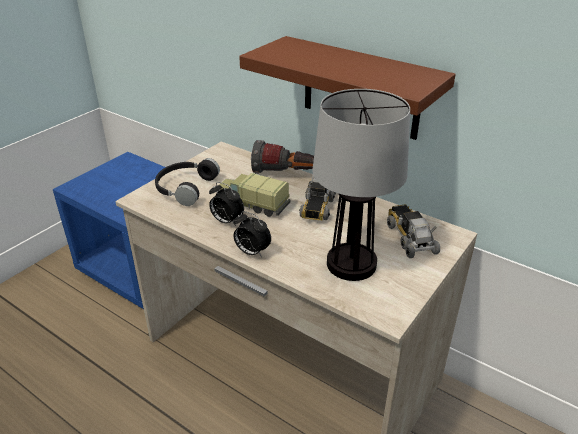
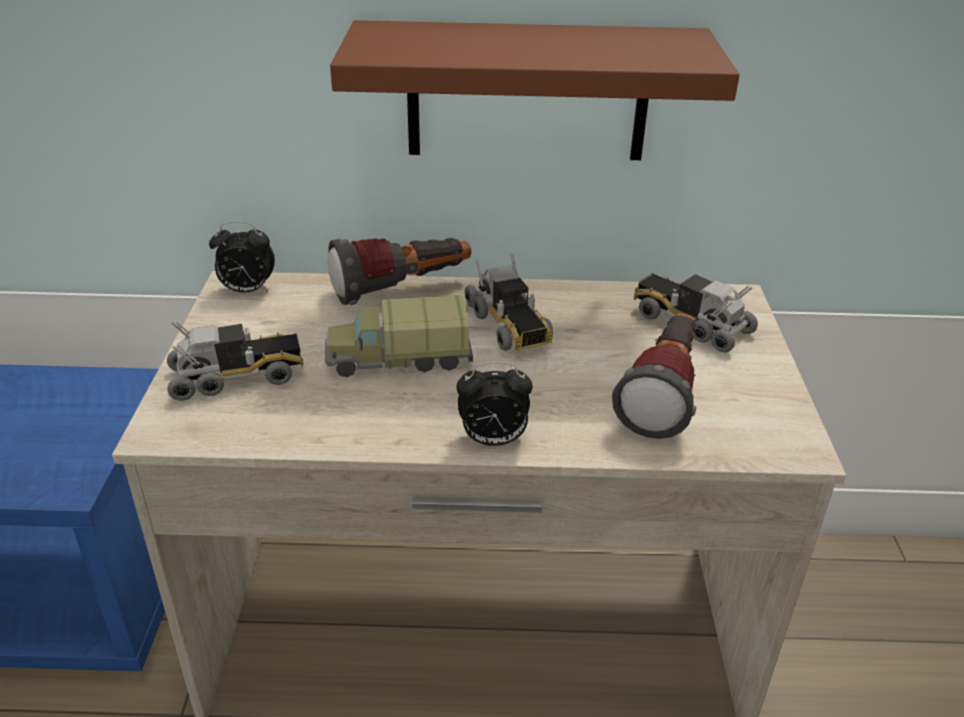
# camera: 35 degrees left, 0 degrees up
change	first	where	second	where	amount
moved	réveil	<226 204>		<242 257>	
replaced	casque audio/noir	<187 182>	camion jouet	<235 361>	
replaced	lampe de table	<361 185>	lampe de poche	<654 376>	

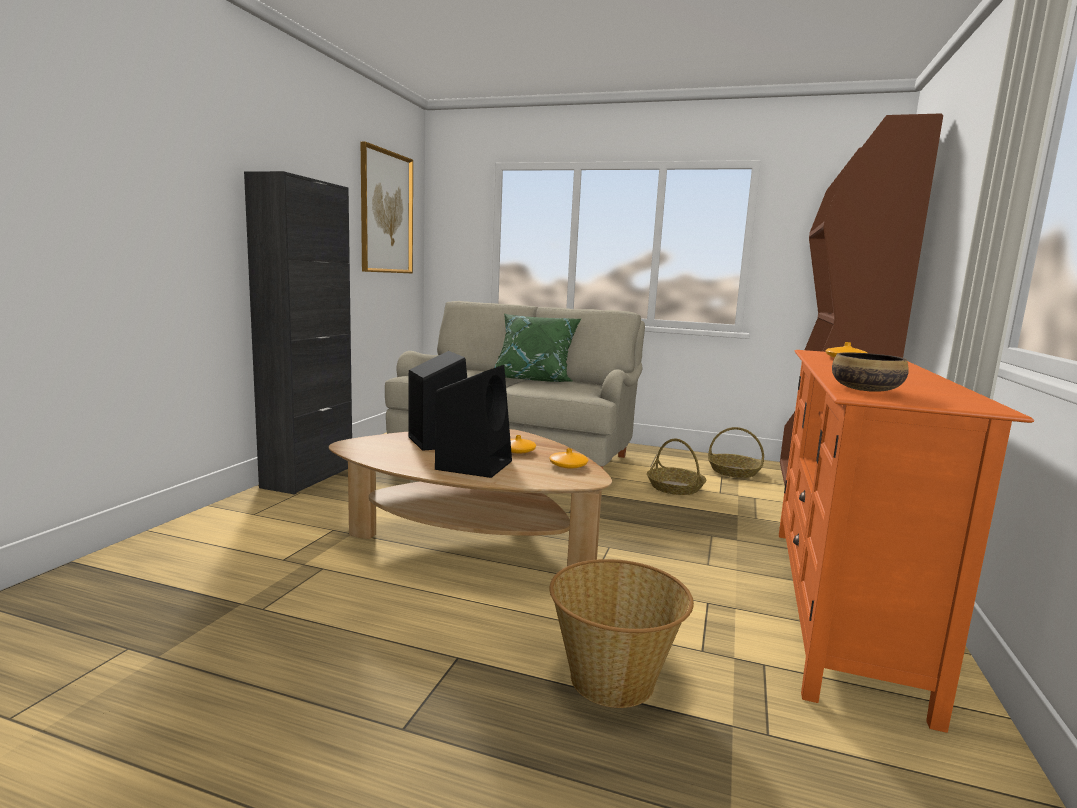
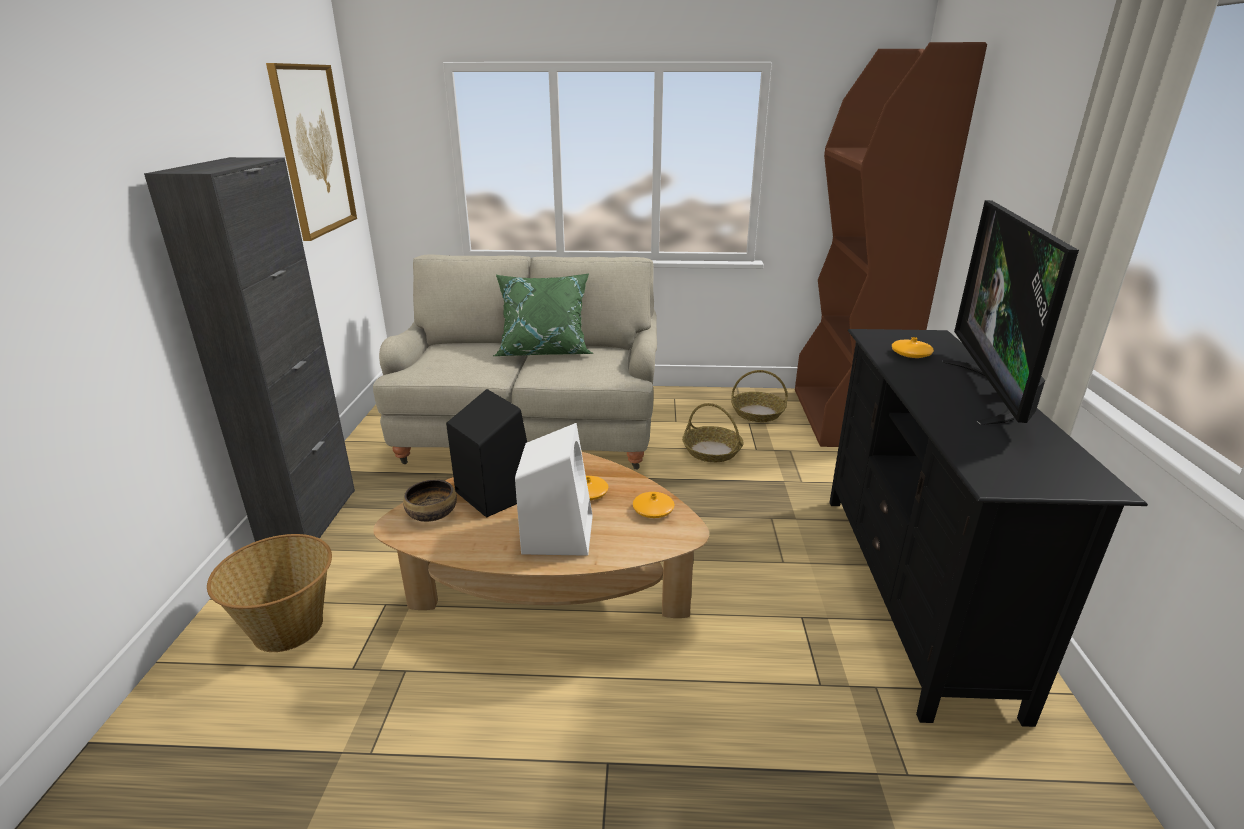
# camera: 15 degrees left, 15 degrees up
change	first	where	second	where	amount
added			téléviseur	<1010 312>	
moved	panier	<621 633>		<269 593>	
moved	bol	<870 372>		<430 501>	
recoloured	enceinte/noir	<473 421>	enceinte/blanc	<554 489>	
recoloured	meuble télé/orange	<906 541>	meuble télé/noir	<988 528>	

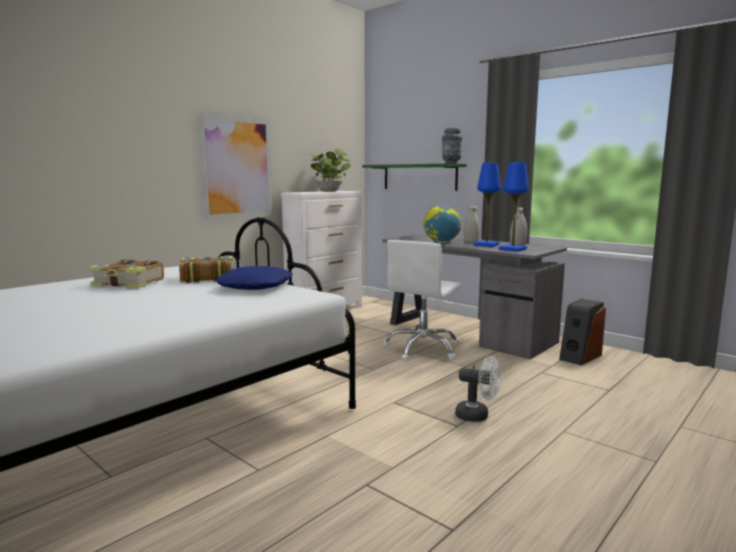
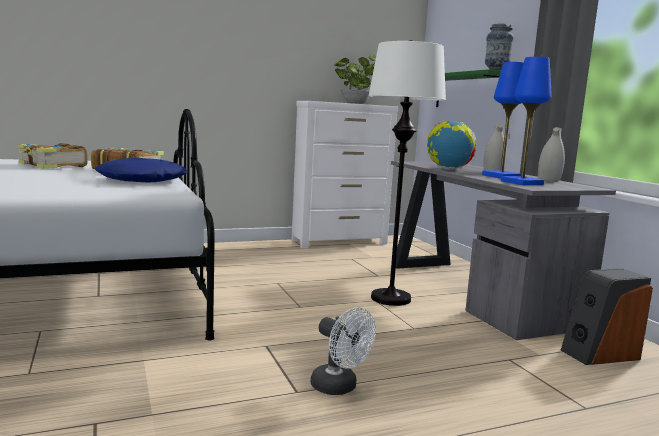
# camera: 25 degrees right, 0 degrees up
change	first	where	second	where	amount
removed	tableau	<235 166>			
replaced	chaise de bureau/blanc	<422 300>	lampadaire/blanc	<407 173>	

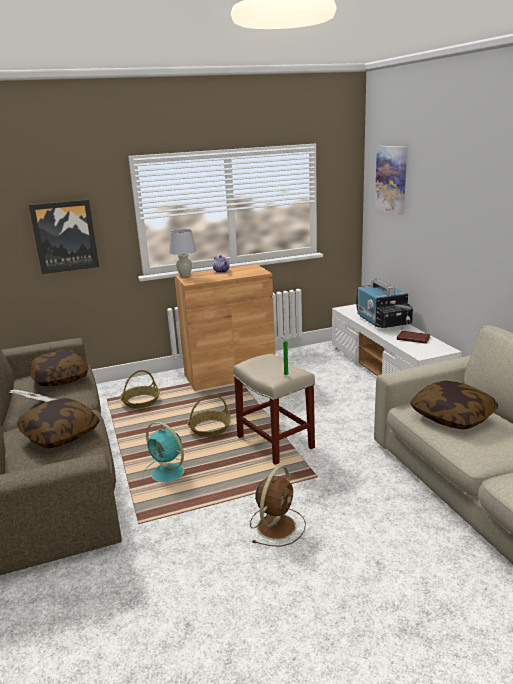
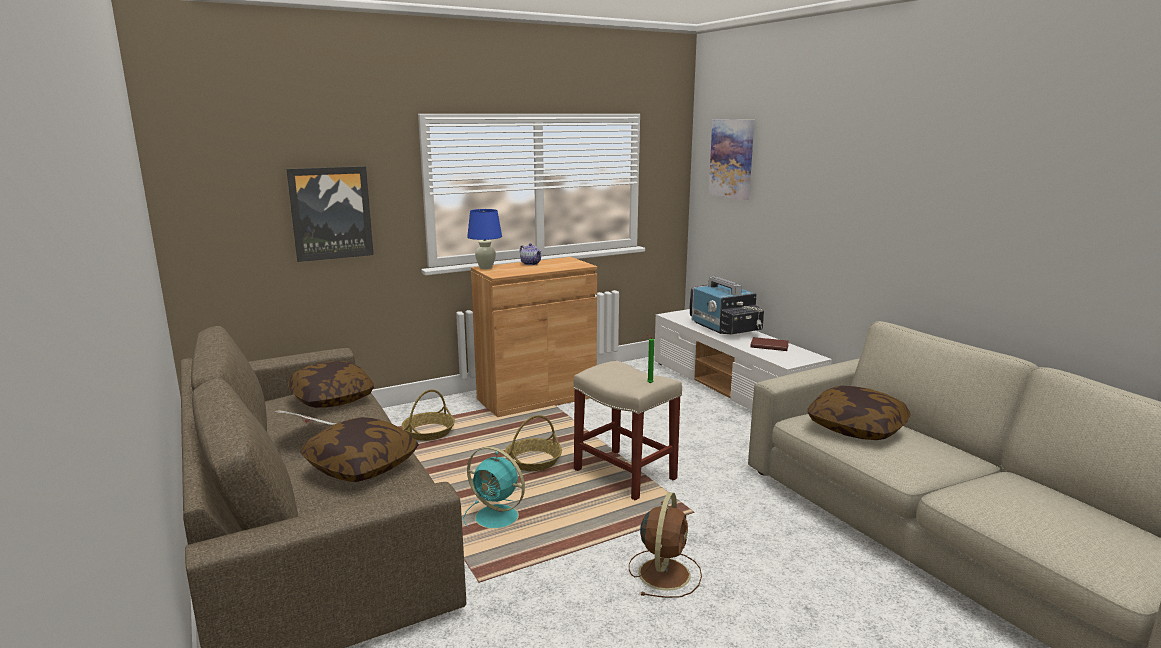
# camera: 10 degrees left, 5 degrees down
change	first	where	second	where	amount
recoloured	lampe de table/blanc	<182 253>	lampe de table/bleu	<484 239>	

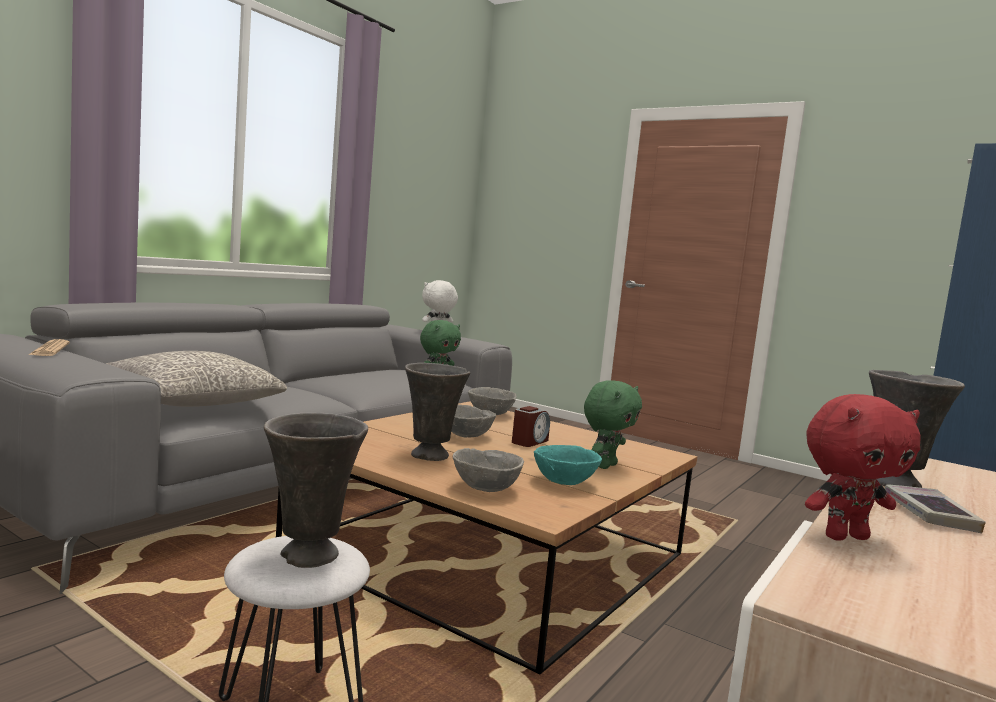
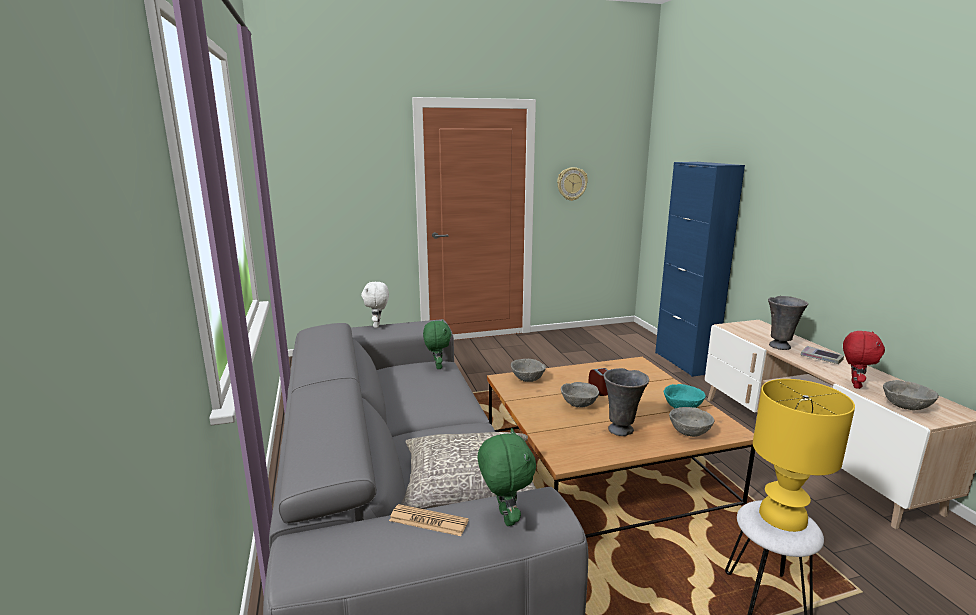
# camera: 50 degrees left, 10 degrees up
change	first	where	second	where	amount
added			horloge murale	<572 184>	
added			bol/gris	<911 395>	
moved	peluche/vert	<613 424>		<507 477>	
replaced	vase/gris	<316 490>	lampe de table/jaune	<804 455>	

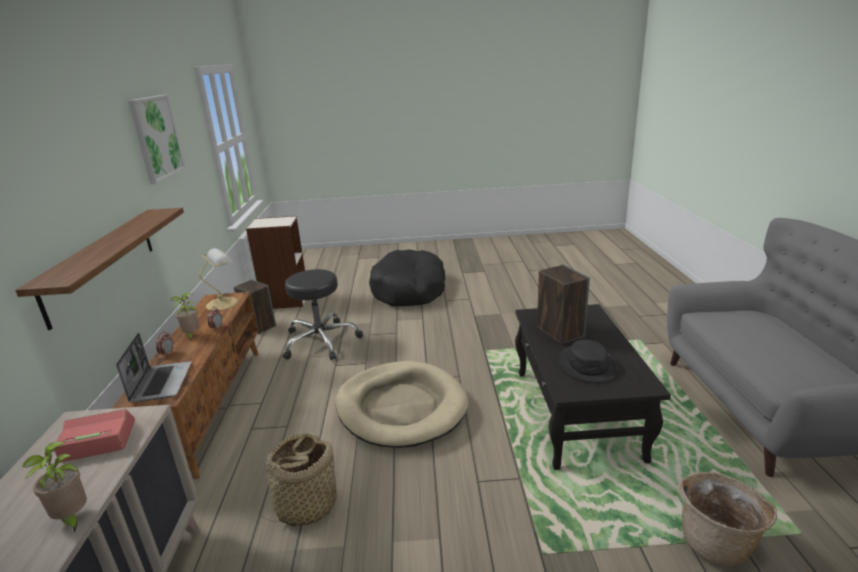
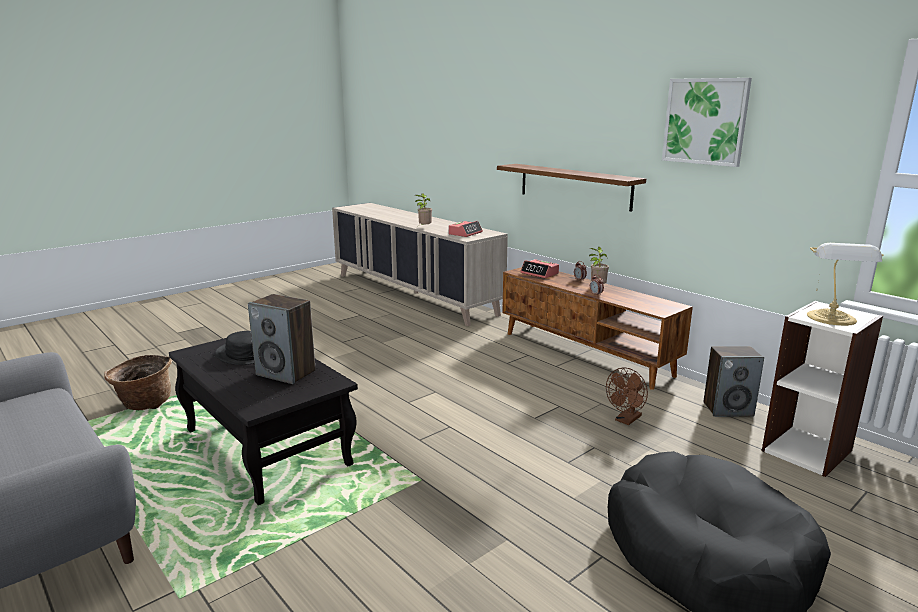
# camera: 140 degrees right, 5 degrees down
change	first	where	second	where	amount
removed	panier	<299 479>			
removed	panier pour chien/beige	<401 404>			
moved	lampe de table	<218 279>		<845 284>	
replaced	ordinateur portable	<154 368>	réveil	<539 268>	
replaced	tabouret/noir	<323 314>	ventilateur/marron	<627 396>	

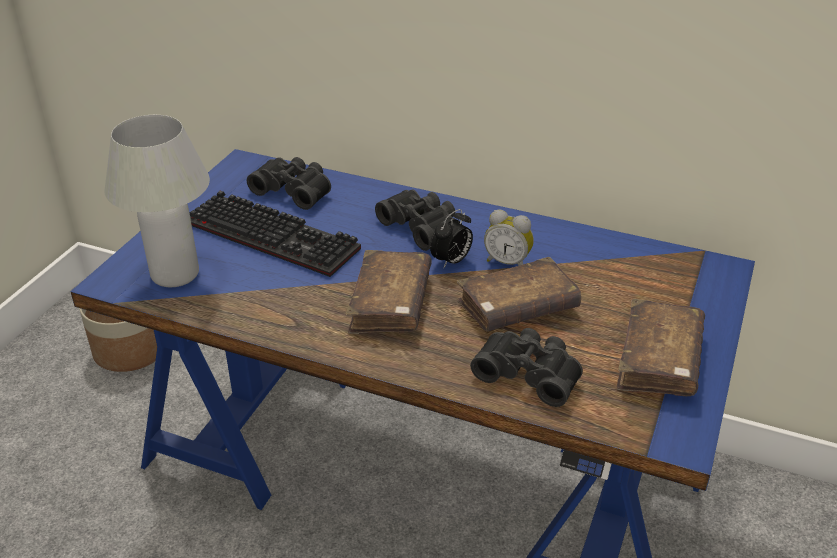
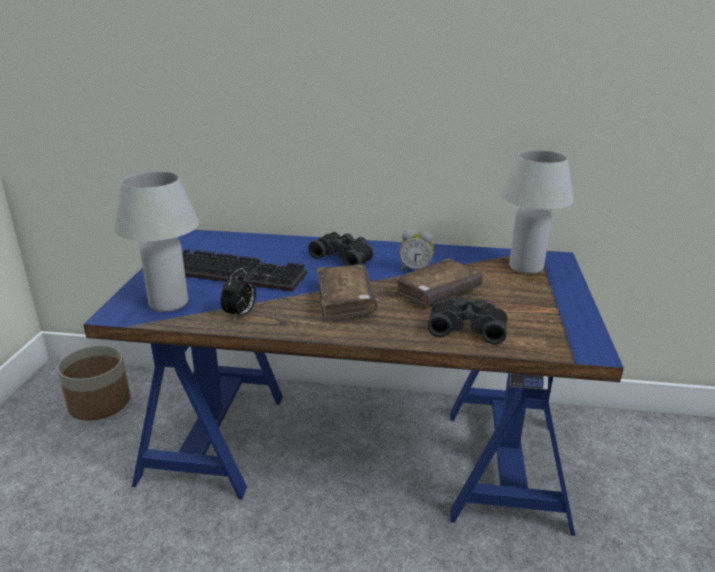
# camera: 15 degrees left, 10 degrees down
change	first	where	second	where	amount
removed	jumelles/noir	<289 183>			
removed	livre/marron	<661 347>			
added			lampe de table/blanc	<537 212>	
moved	réveil	<451 239>		<238 294>	

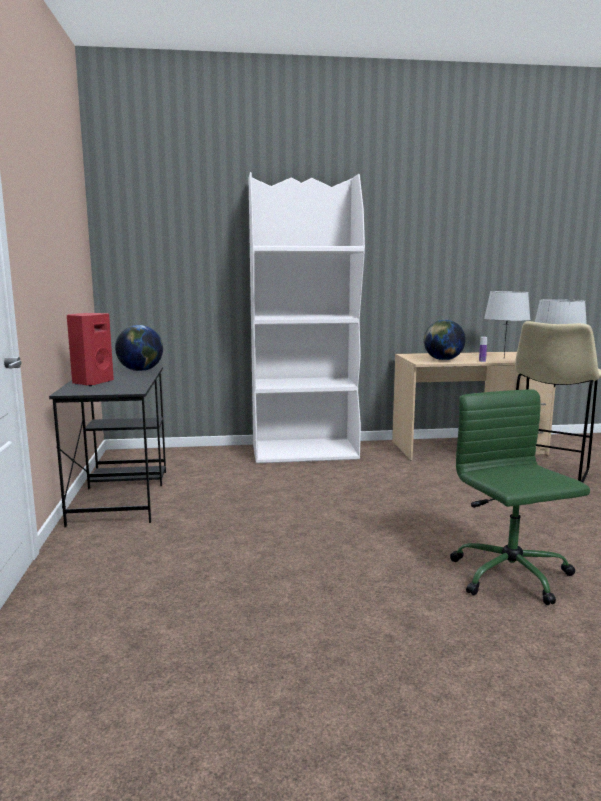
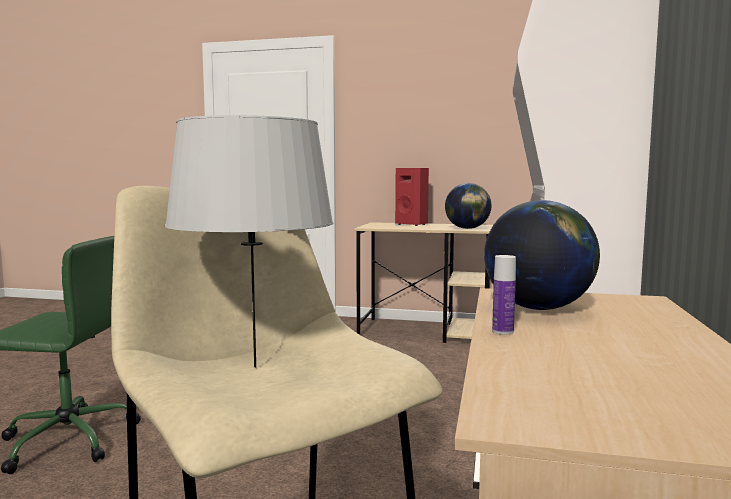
# camera: 110 degrees right, 5 degrees down
change	first	where	second	where	amount
removed	lampe de table/gris	<507 324>			
recoloured	bureau/noir	<107 447>	bureau/beige	<423 282>	

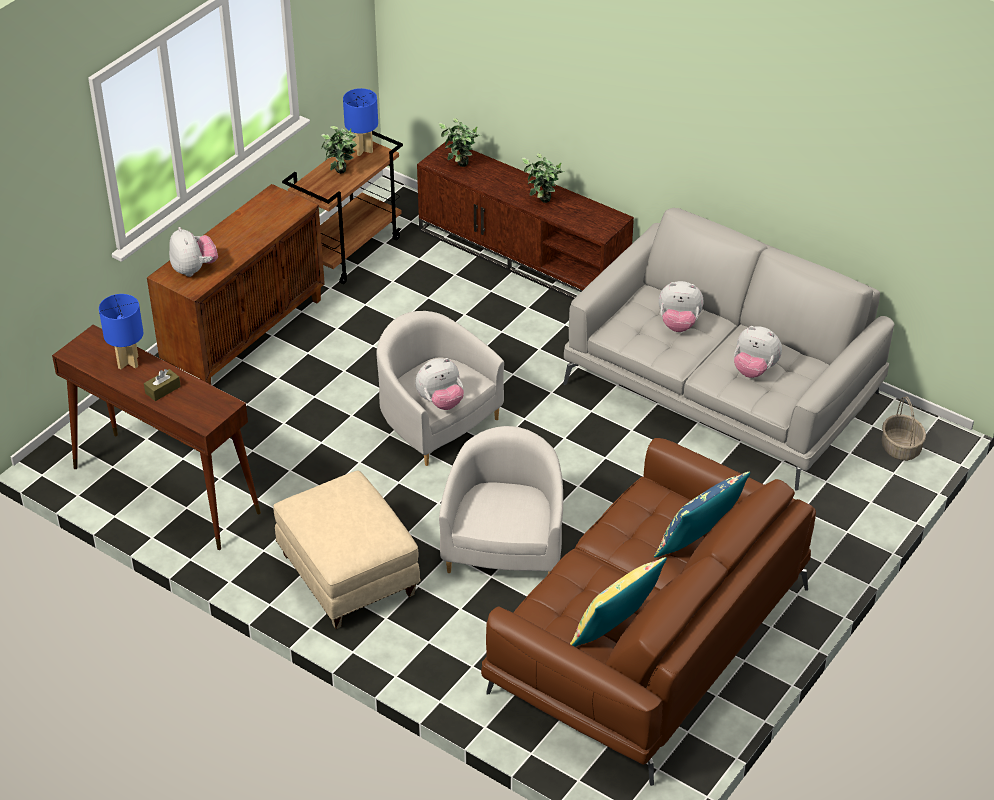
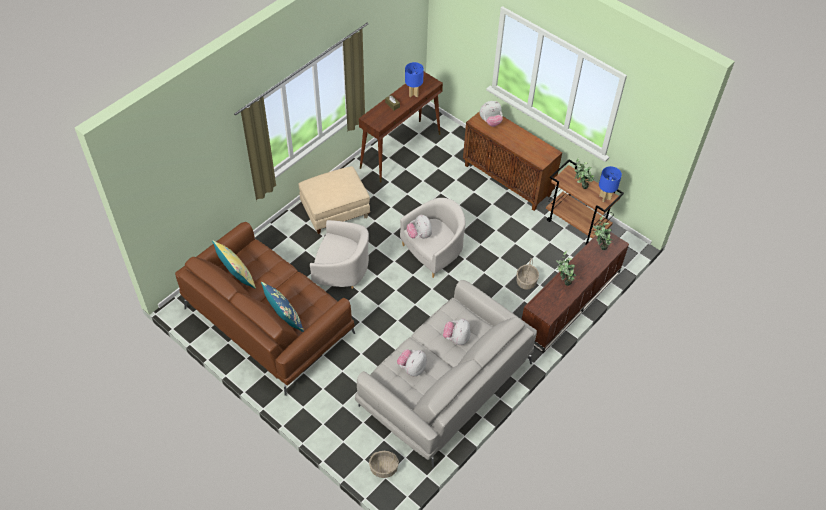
# camera: 95 degrees right, 10 degrees up
change	first	where	second	where	amount
added			panier	<527 274>	

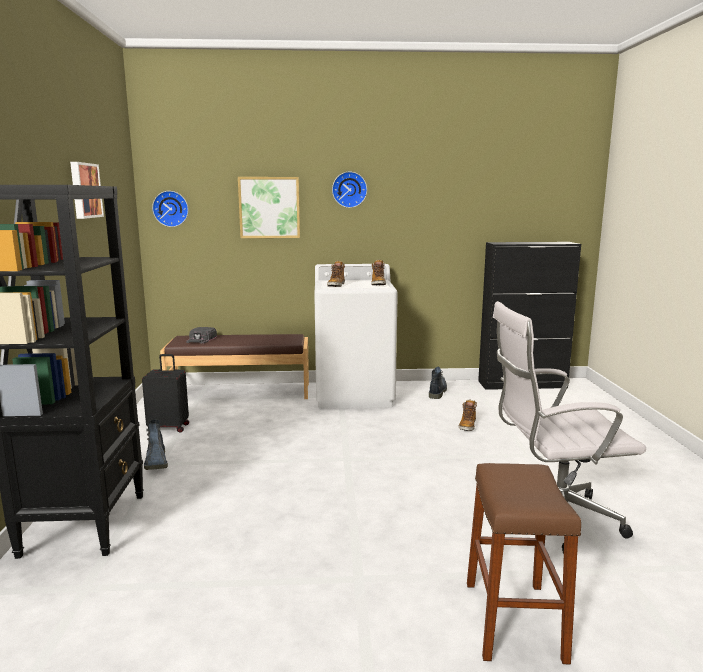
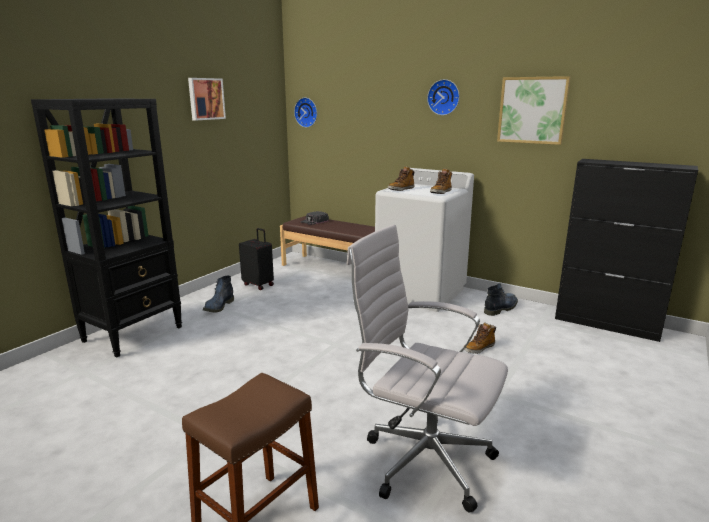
# camera: 35 degrees right, 5 degrees up
change	first	where	second	where	amount
moved	tableau	<269 207>		<533 110>	

